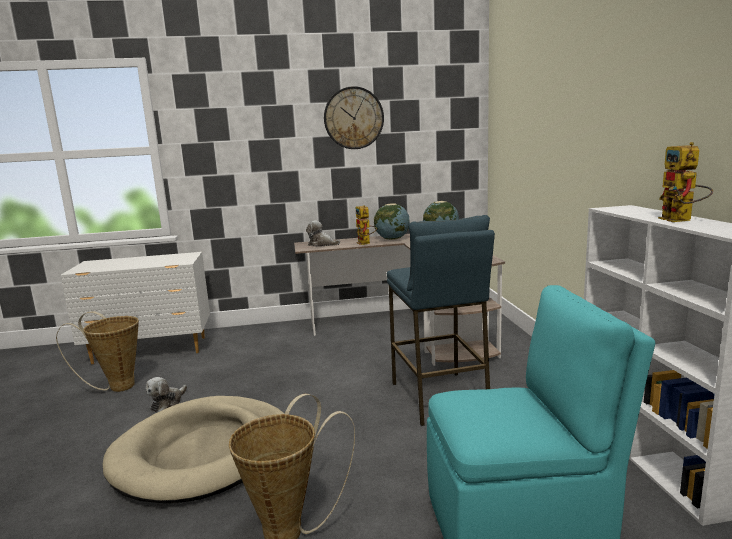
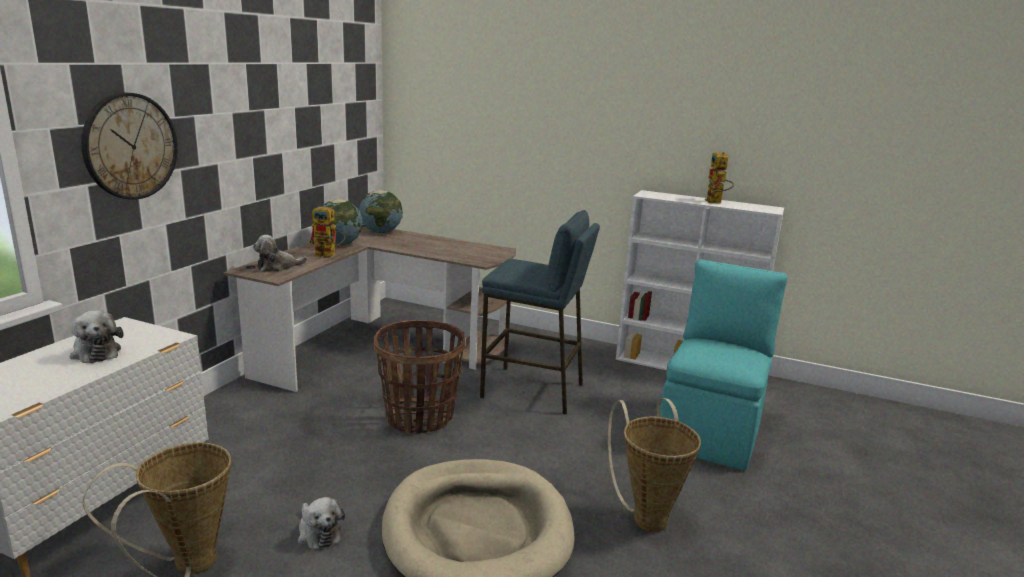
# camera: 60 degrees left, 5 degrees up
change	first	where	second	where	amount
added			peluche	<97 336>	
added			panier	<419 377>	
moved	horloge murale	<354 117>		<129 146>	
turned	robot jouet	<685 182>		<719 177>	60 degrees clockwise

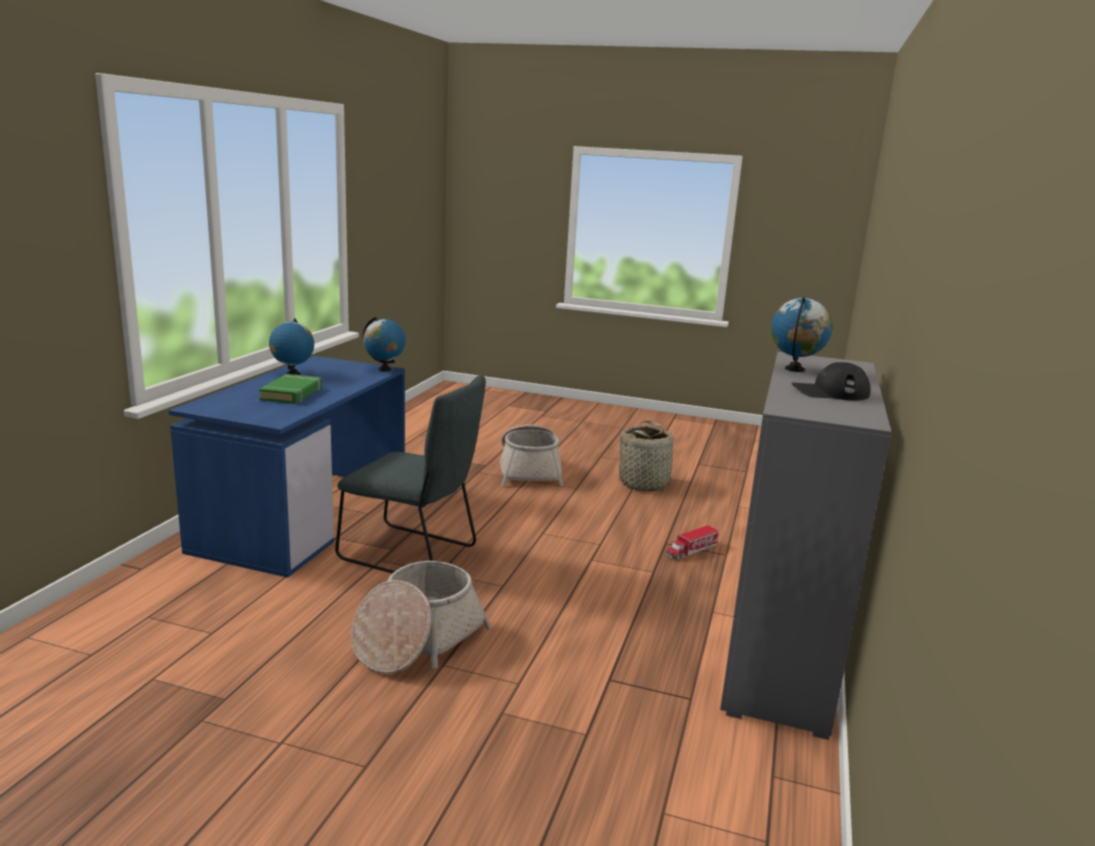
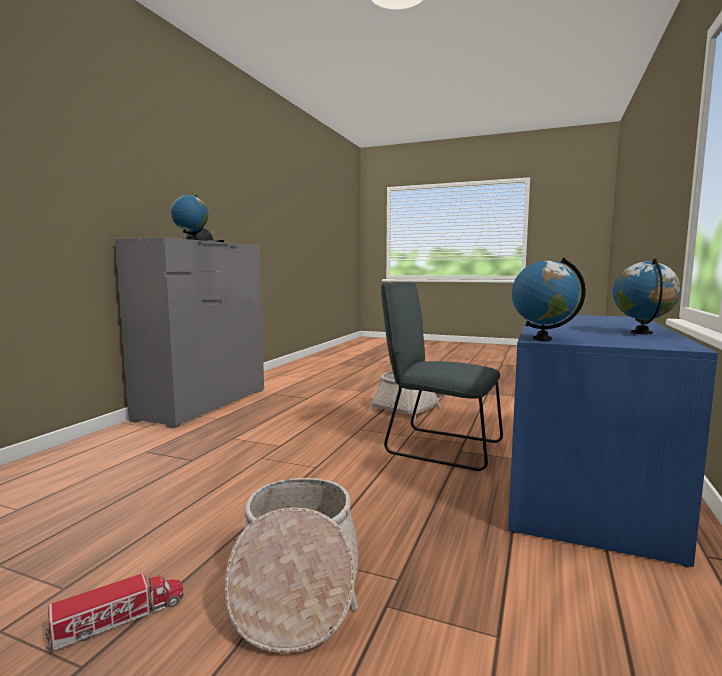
# camera: 175 degrees left, 10 degrees down
change	first	where	second	where	amount
removed	livre/vert	<290 389>			
removed	panier	<648 455>			
moved	camion jouet	<692 542>		<114 612>	

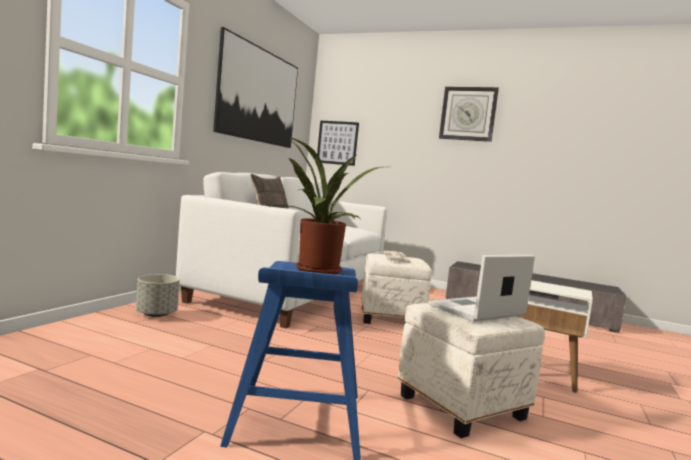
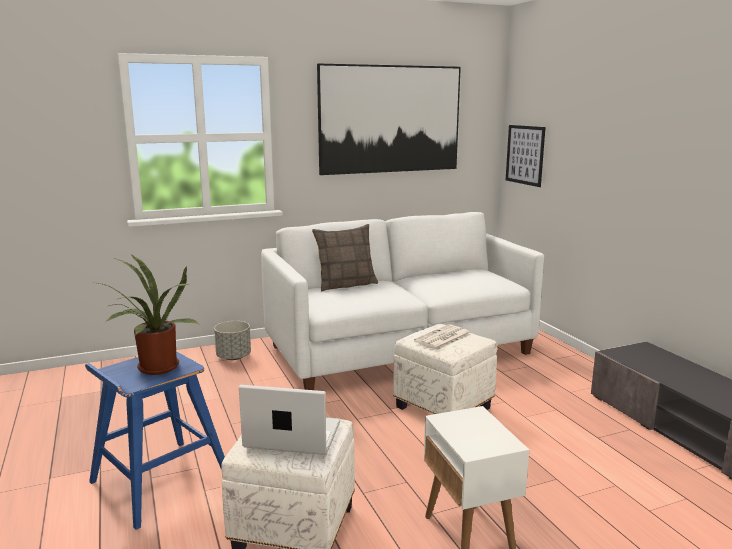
# camera: 45 degrees right, 10 degrees up
change	first	where	second	where	amount
removed	horloge murale	<469 114>			

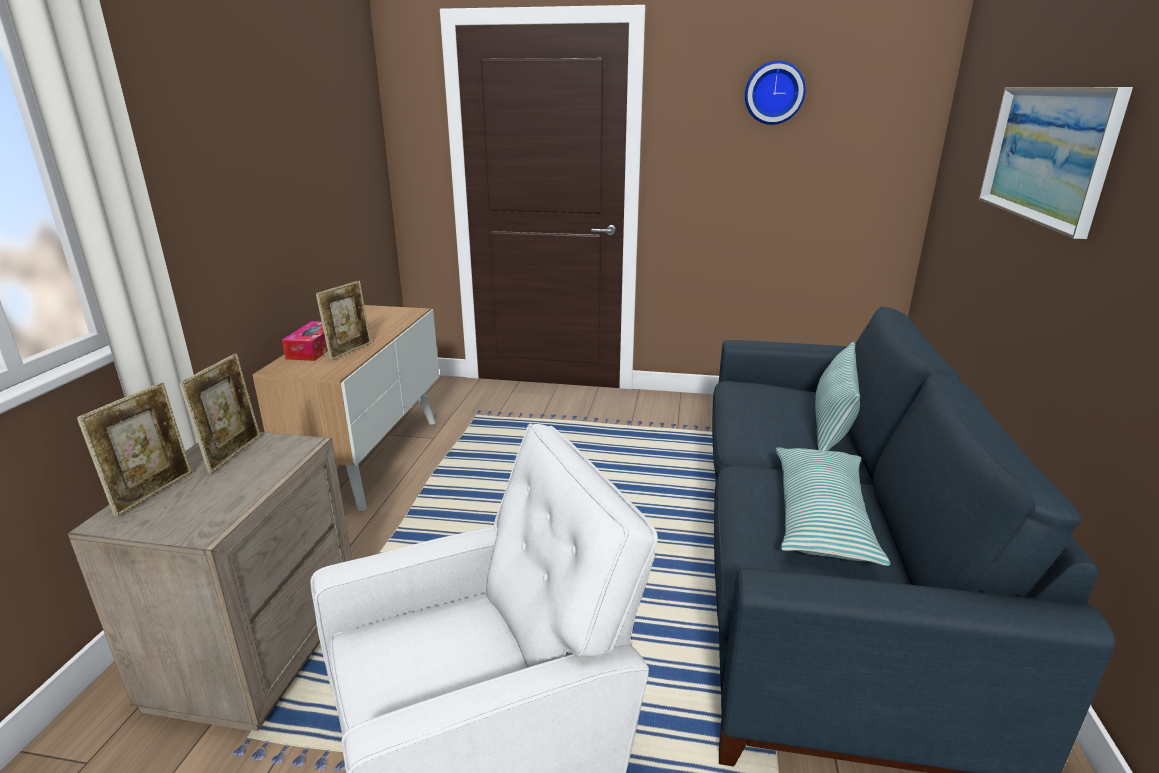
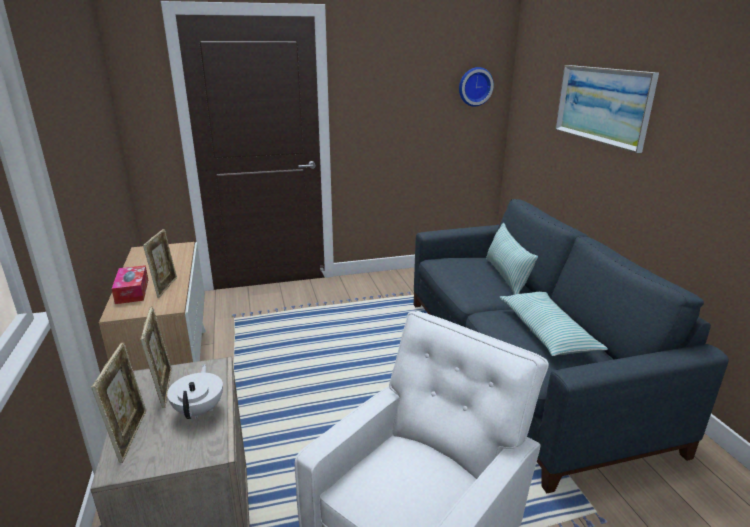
# camera: 25 degrees left, 0 degrees up
change	first	where	second	where	amount
added			théière/blanc	<195 391>	
moved	horloge murale	<775 93>		<476 87>	

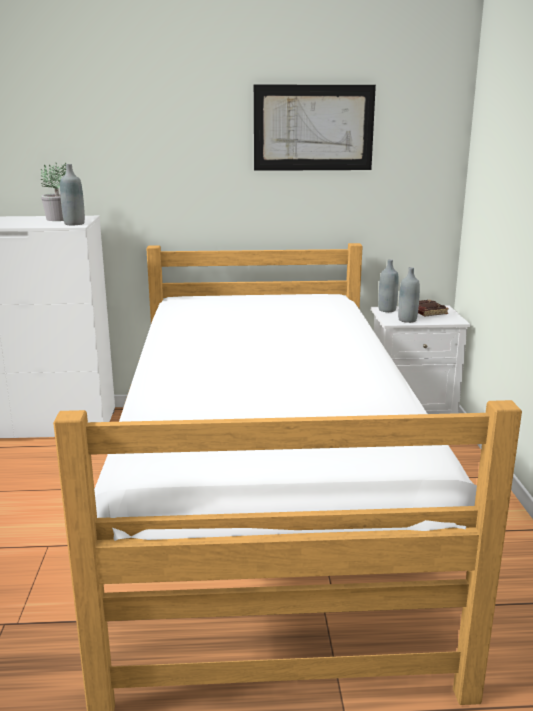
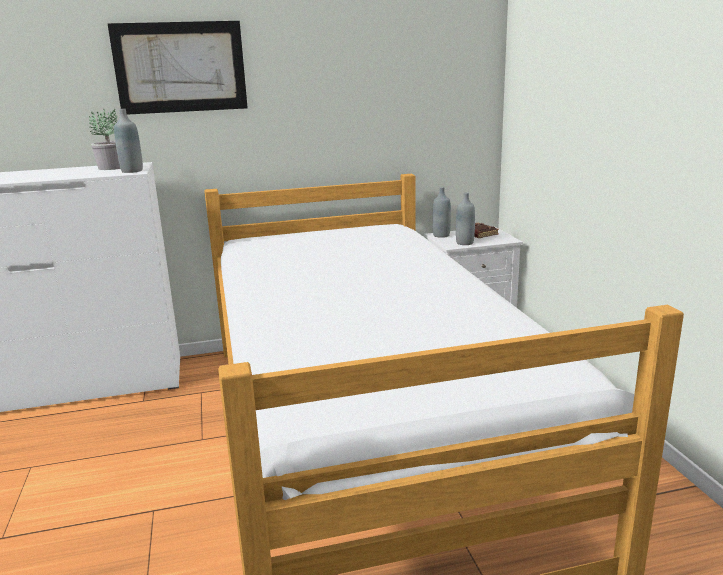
# camera: 10 degrees left, 0 degrees up
change	first	where	second	where	amount
moved	tableau	<315 128>		<177 68>	

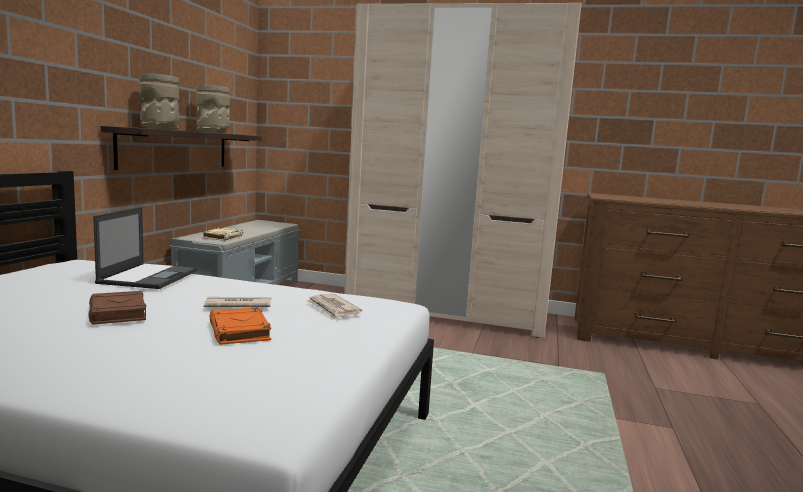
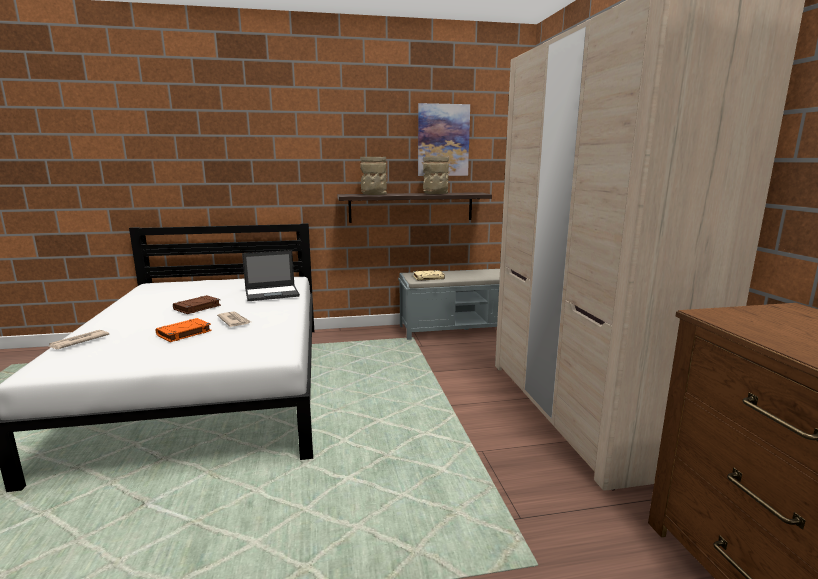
# camera: 65 degrees right, 5 degrees up
change	first	where	second	where	amount
added			tableau	<444 139>	
moved	journal	<334 306>		<79 339>	

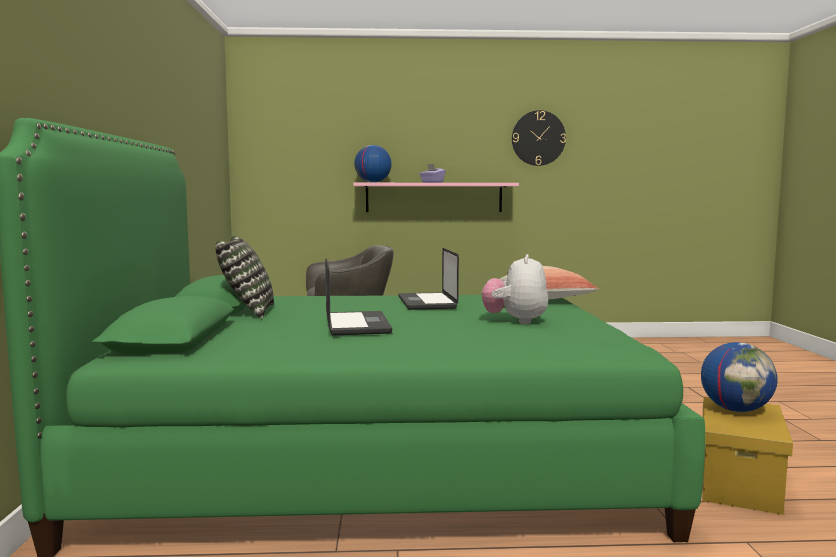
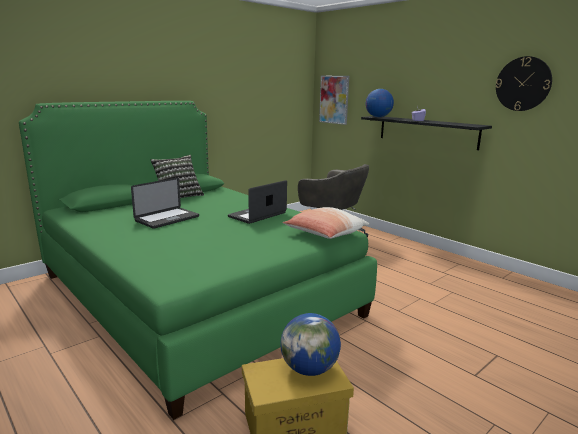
# camera: 50 degrees right, 10 degrees up
change	first	where	second	where	amount
removed	peluche	<515 289>			
added			tableau	<334 100>	
recoloured	étagère/rose	<436 197>	étagère/noir	<426 133>	

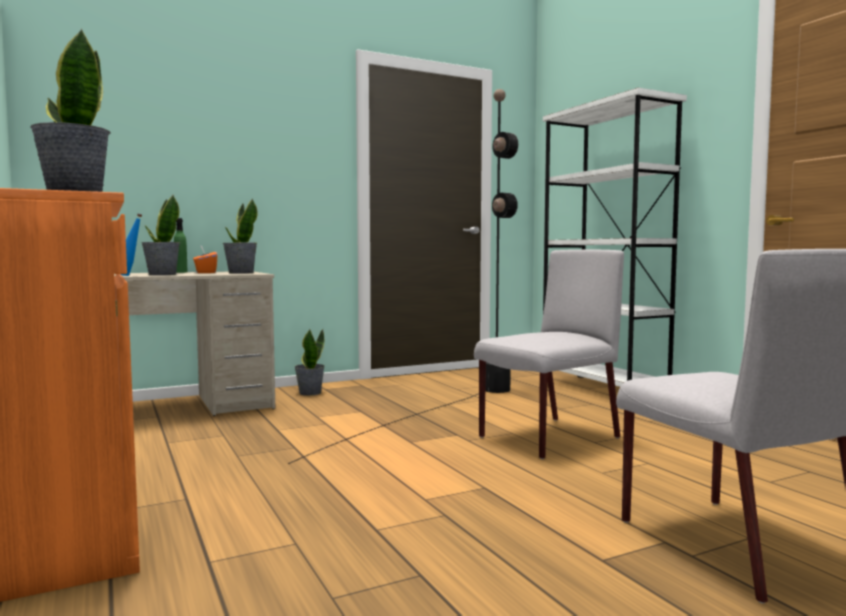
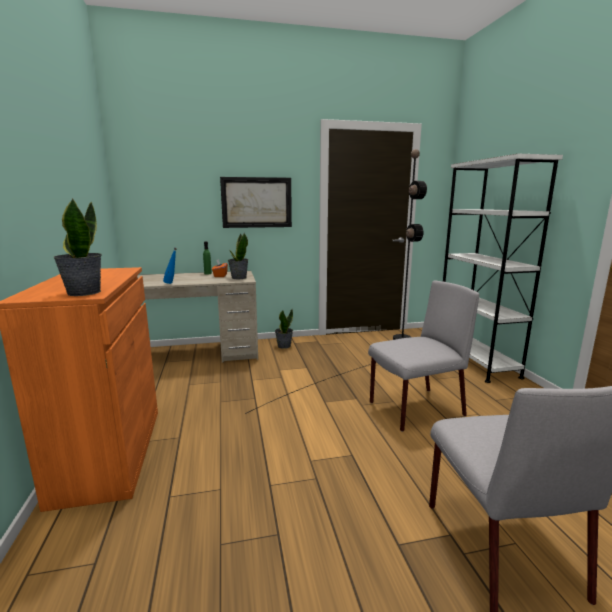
# camera: 15 degrees right, 10 degrees up
change	first	where	second	where	amount
removed	plante en pot	<160 235>			
added			tableau	<256 202>	

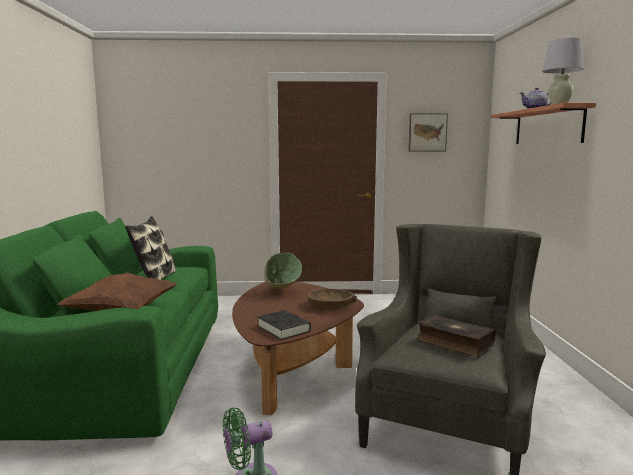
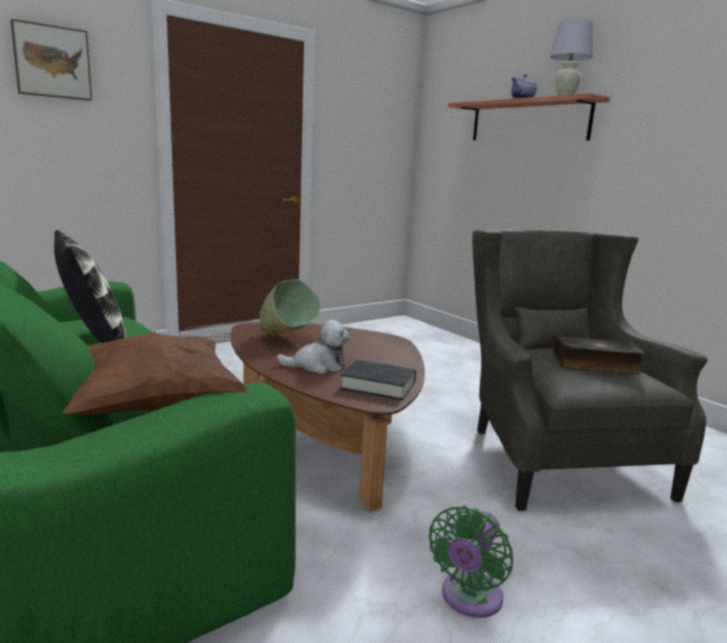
# camera: 35 degrees left, 5 degrees up
change	first	where	second	where	amount
removed	bol/marron	<332 299>			
added			peluche	<313 347>	
moved	tableau	<428 132>		<51 60>	

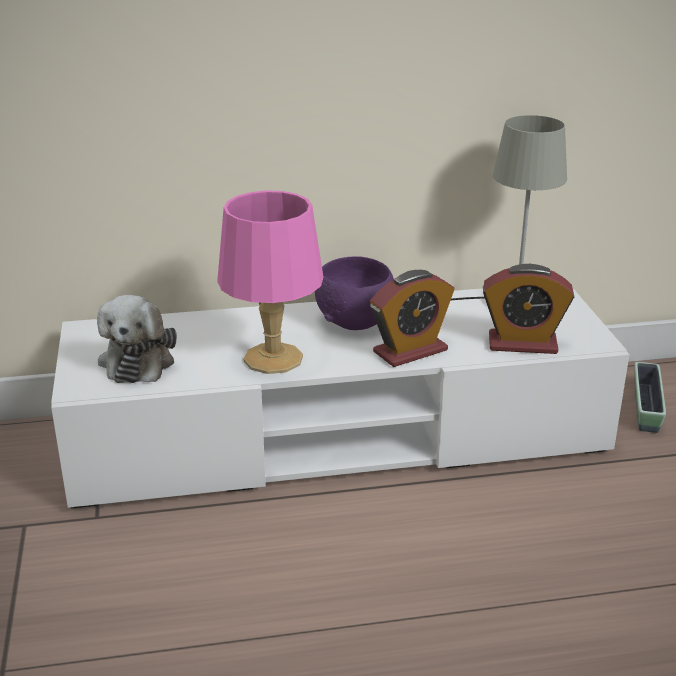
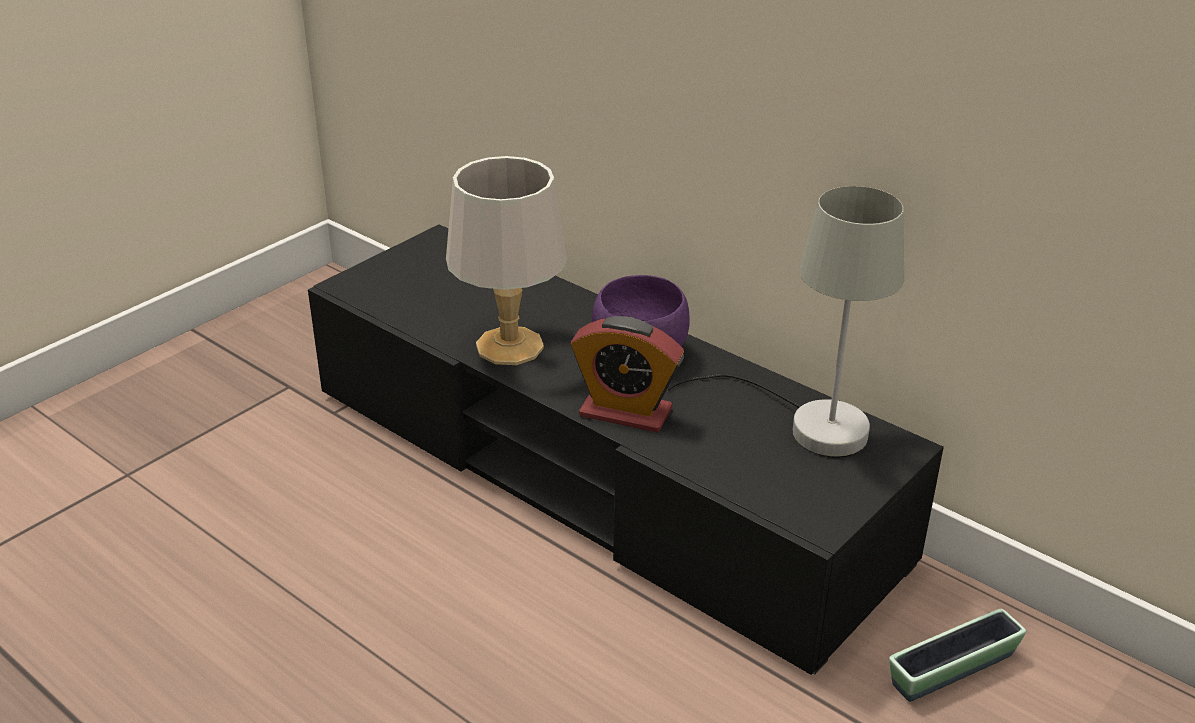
# camera: 50 degrees right, 5 degrees up
change	first	where	second	where	amount
removed	peluche	<137 339>			
removed	réveil	<528 309>			
recoloured	meuble télé/blanc	<340 398>	meuble télé/noir	<626 449>	
recoloured	lampe de table/rose	<270 282>	lampe de table/gris	<506 260>	

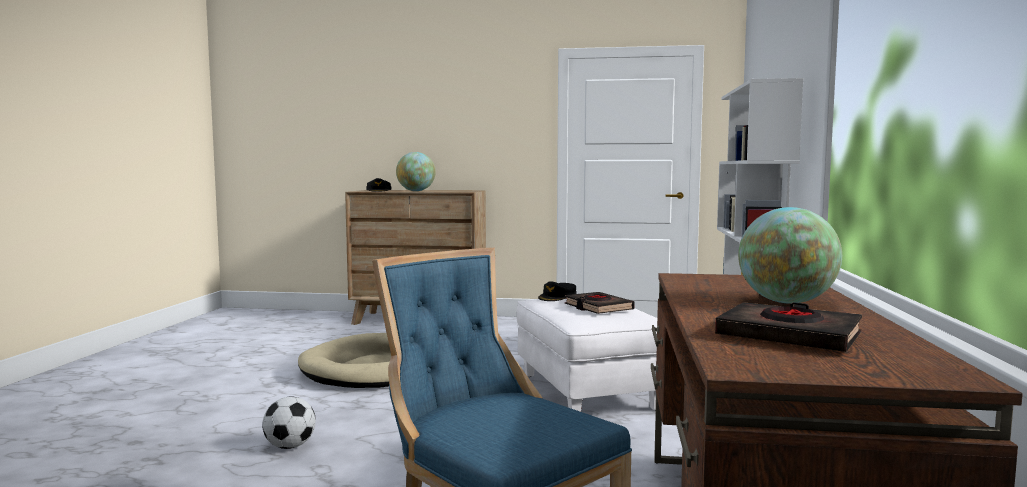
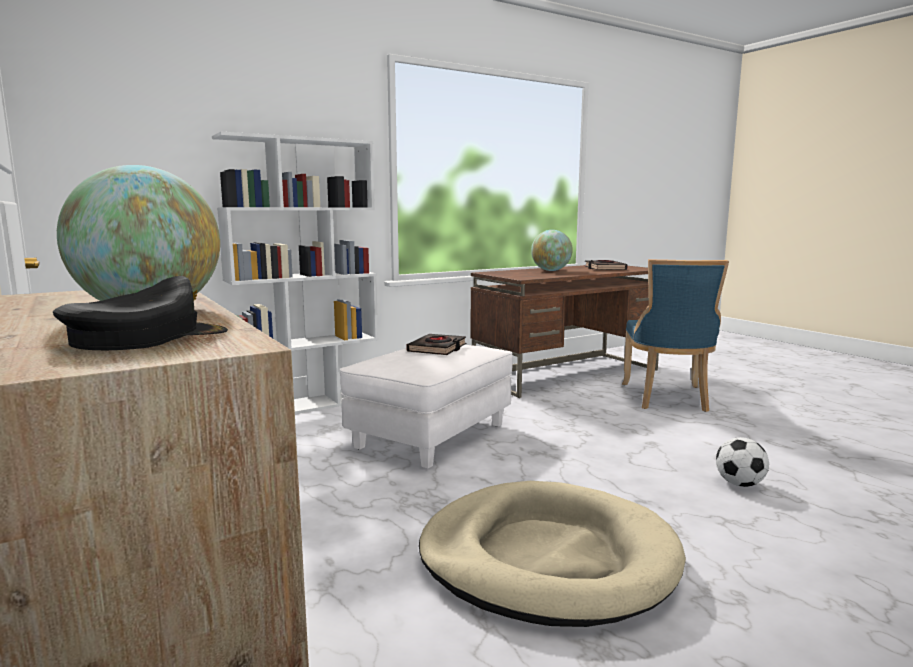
# camera: 130 degrees left, 5 degrees up
change	first	where	second	where	amount
removed	casquette/noir	<557 291>			

